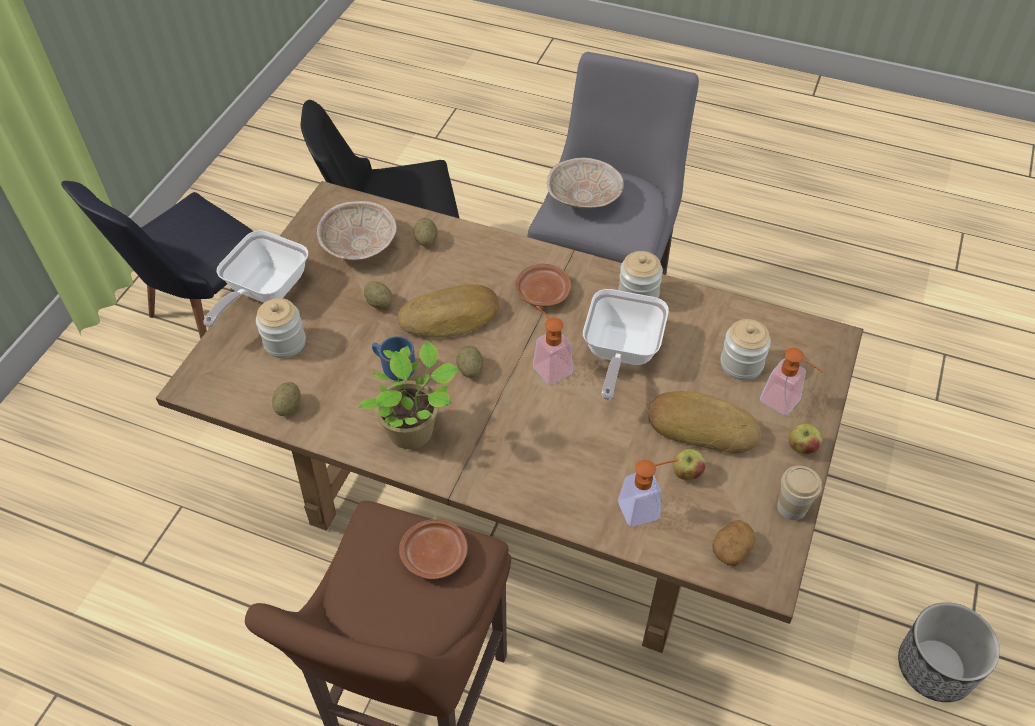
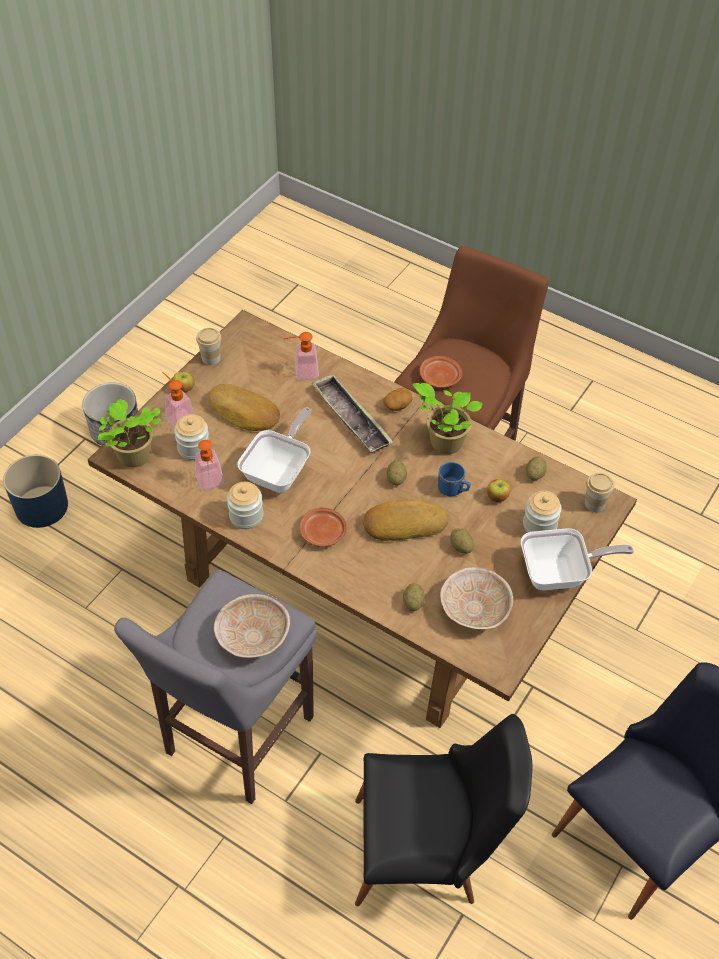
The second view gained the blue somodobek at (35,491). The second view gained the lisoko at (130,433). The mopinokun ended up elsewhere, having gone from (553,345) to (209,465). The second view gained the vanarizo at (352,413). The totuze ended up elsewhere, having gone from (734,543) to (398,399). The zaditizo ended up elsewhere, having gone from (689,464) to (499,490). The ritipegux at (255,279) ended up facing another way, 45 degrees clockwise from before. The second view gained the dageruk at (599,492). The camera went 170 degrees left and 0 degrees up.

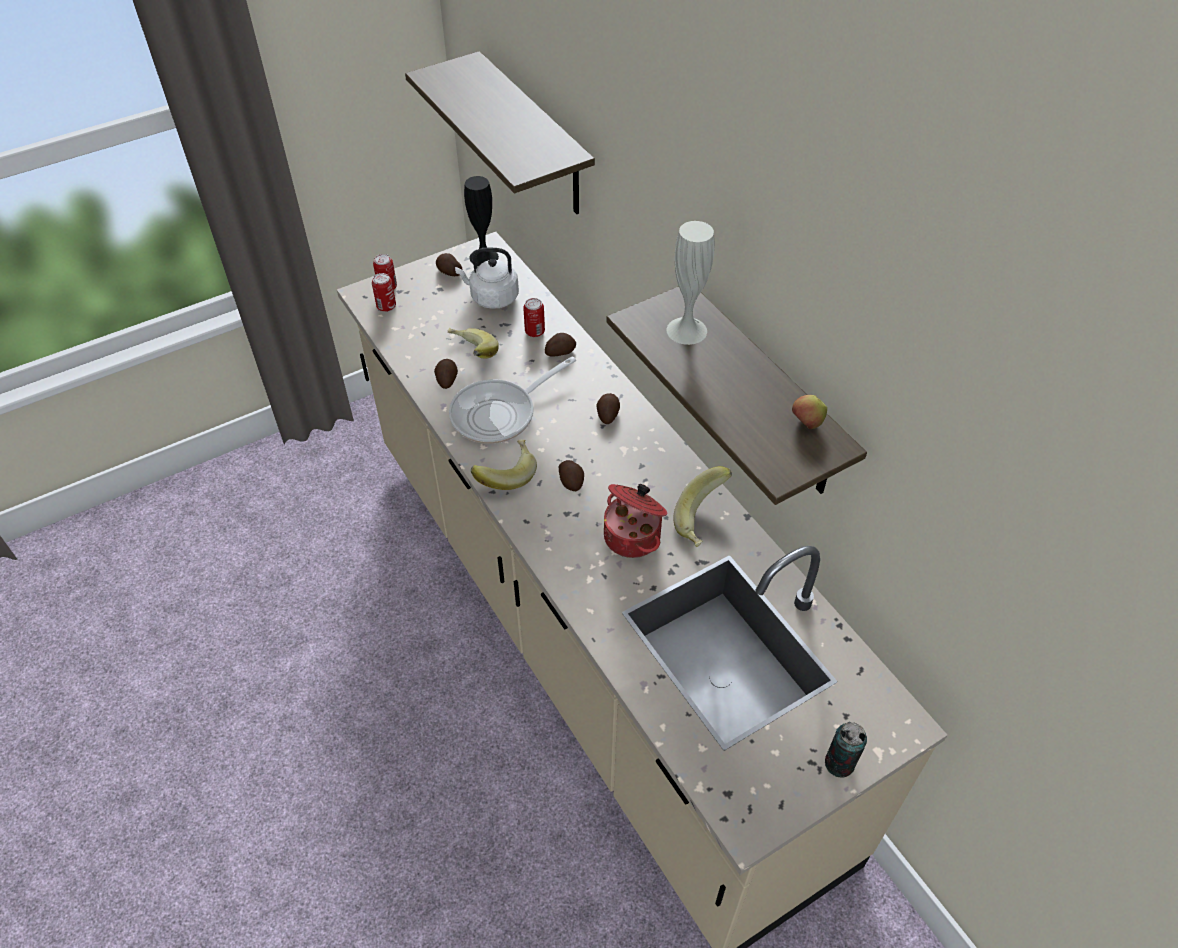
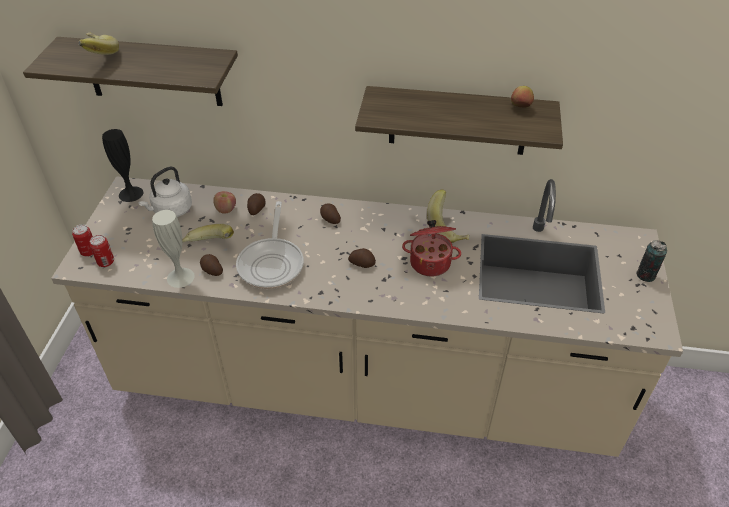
The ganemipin ended up elsewhere, having gone from (504,464) to (98,43). The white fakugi ended up elsewhere, having gone from (691,283) to (173,249). Where the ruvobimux stood at (534,317), the zaditizo came to stand at (224,202). The second view lost the totuze at (449,264). The camera went 50 degrees left and 5 degrees down.

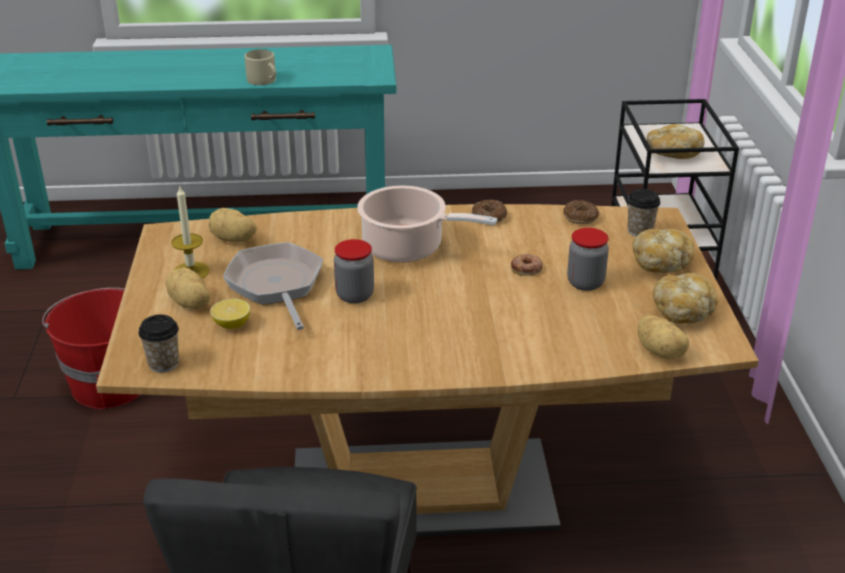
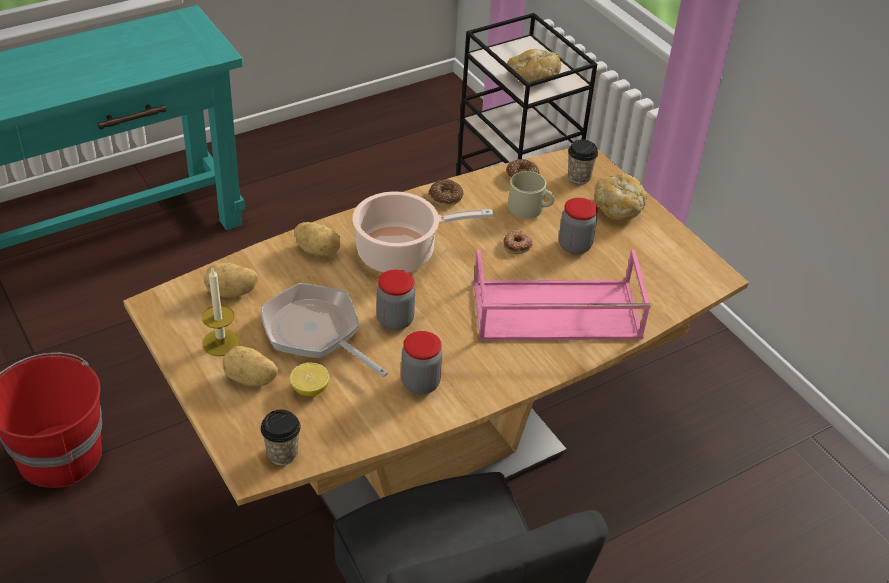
The totuze ended up elsewhere, having gone from (663,337) to (317,239). The second view gained the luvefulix at (421,363). The second view gained the pink vanarizo at (562,295). The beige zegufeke ended up elsewhere, having gone from (260,67) to (531,195). The second view lost the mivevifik at (685,298). The camera went 30 degrees left and 10 degrees up.

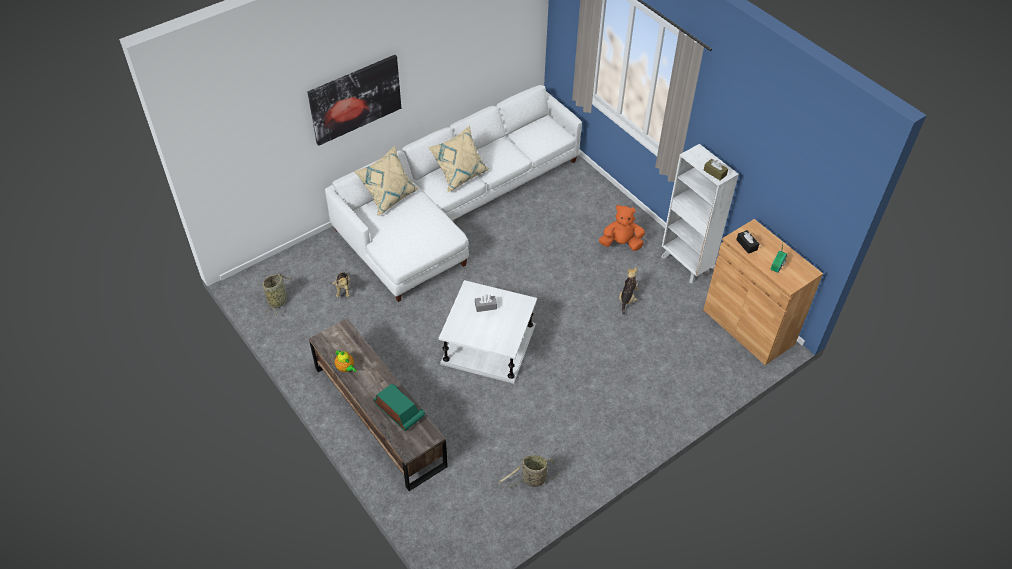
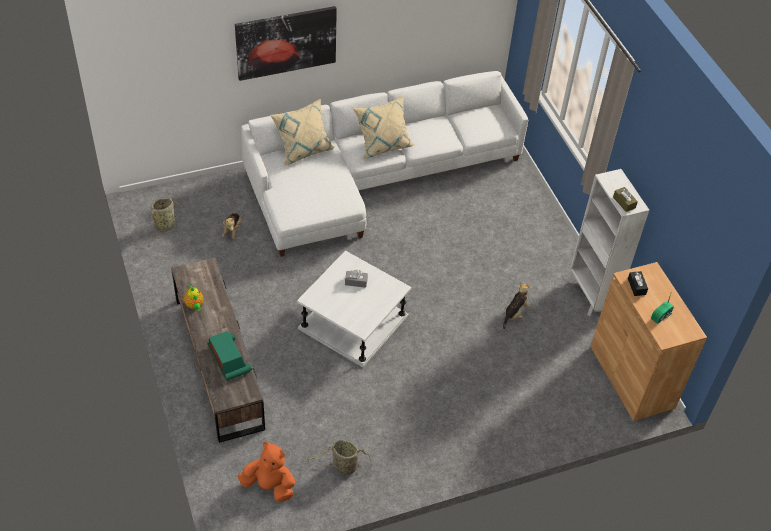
The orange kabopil ended up elsewhere, having gone from (622,228) to (266,472). The camera went 15 degrees right and 0 degrees up.

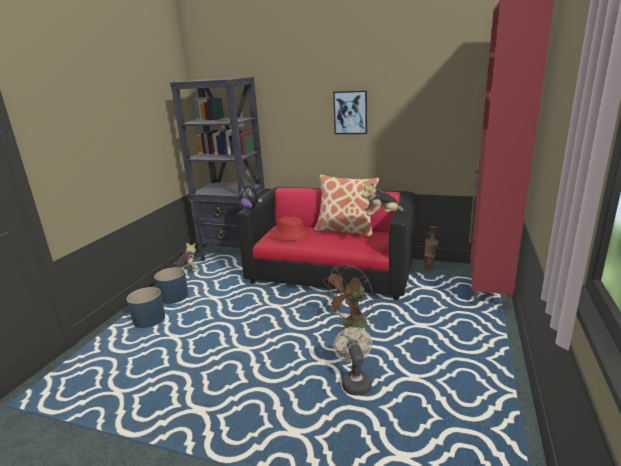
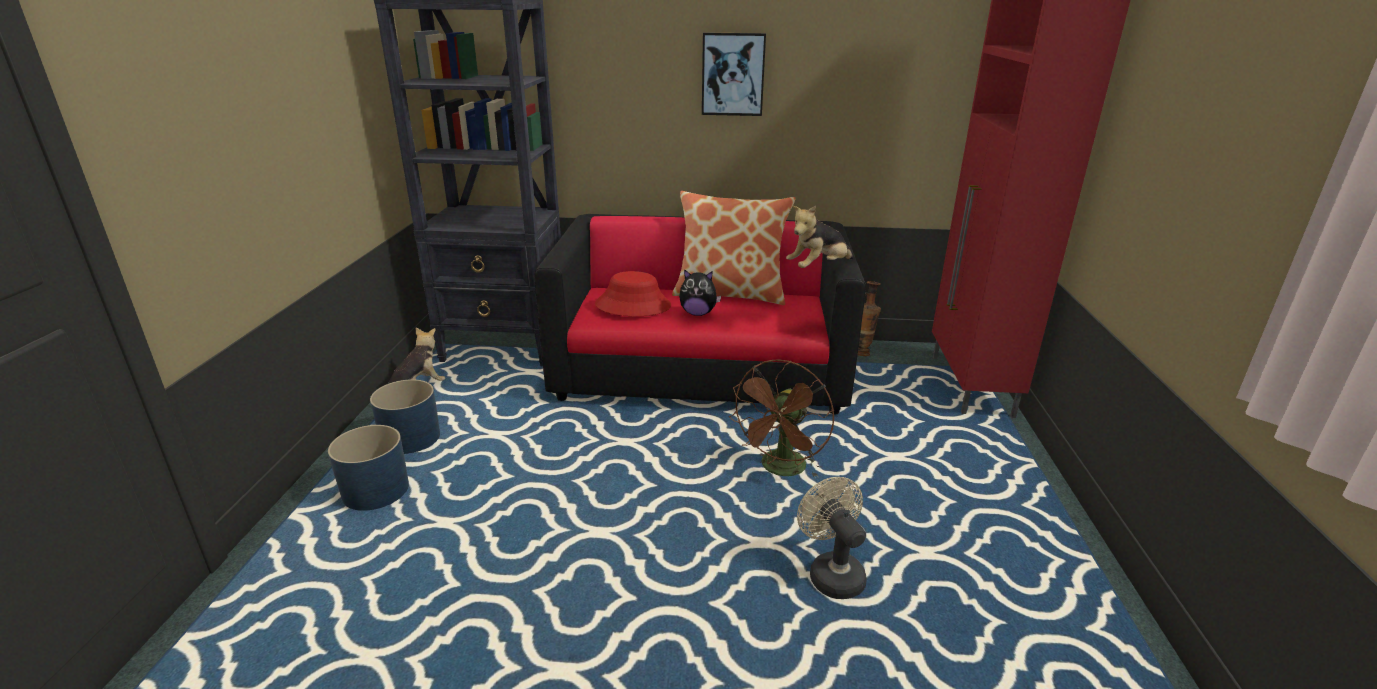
The kabopil ended up elsewhere, having gone from (250,196) to (700,292). The camera went 15 degrees left and 5 degrees up.

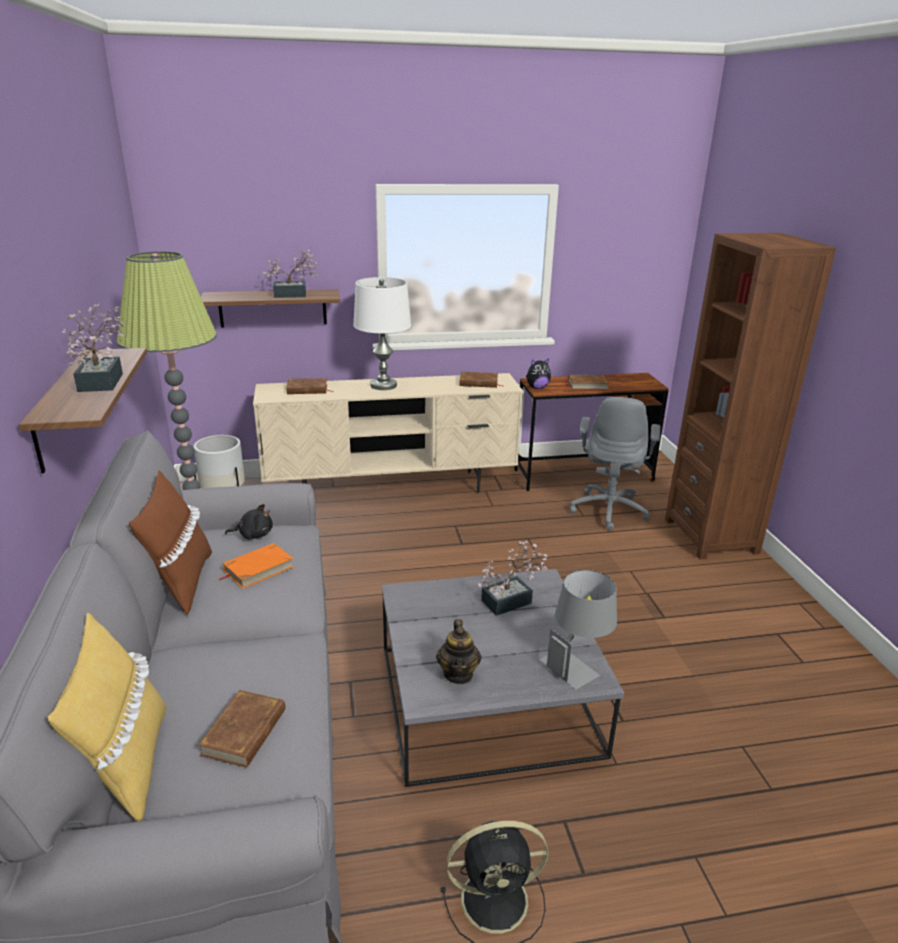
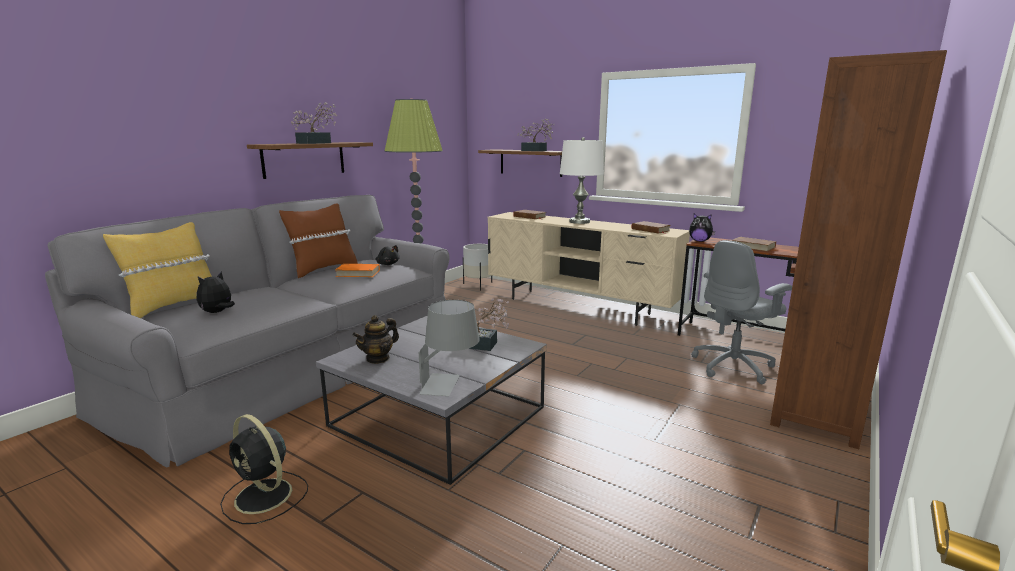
Where the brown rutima stood at (241,729), the kabopil came to stand at (216,292). The camera went 45 degrees right and 10 degrees down.

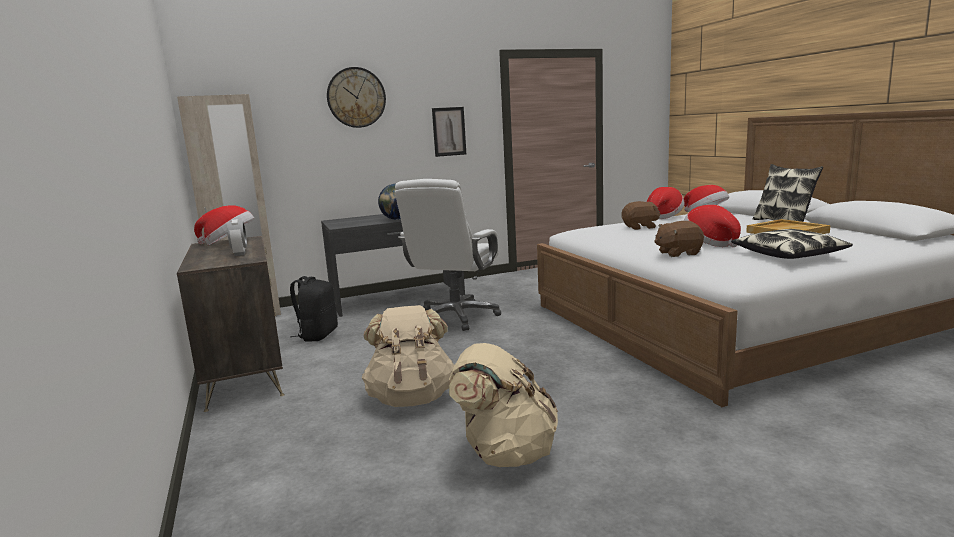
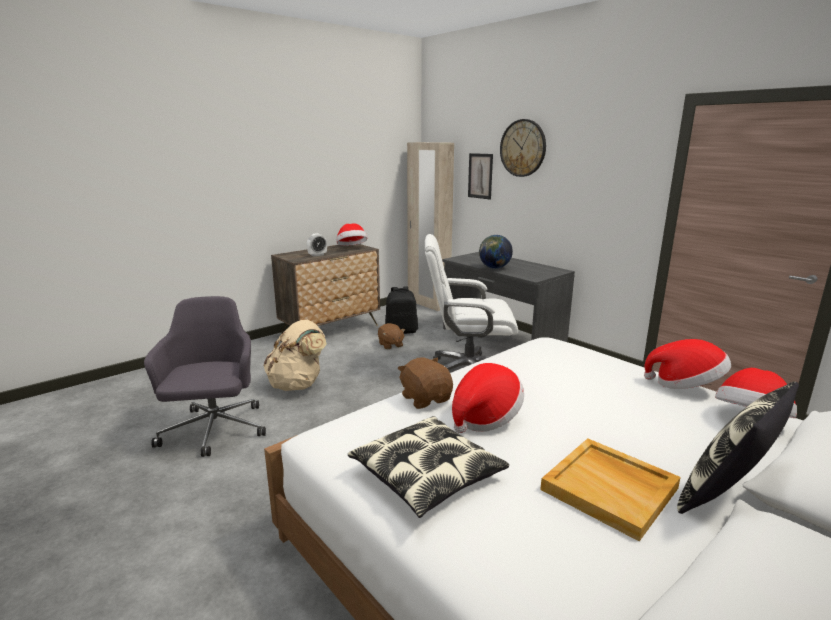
Where the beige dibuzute stood at (503,405), the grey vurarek came to stand at (205,376). The brown kabopil ended up elsewhere, having gone from (641,215) to (391,336). The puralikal ended up elsewhere, having gone from (449,132) to (480,176). The camera went 70 degrees right and 5 degrees up.

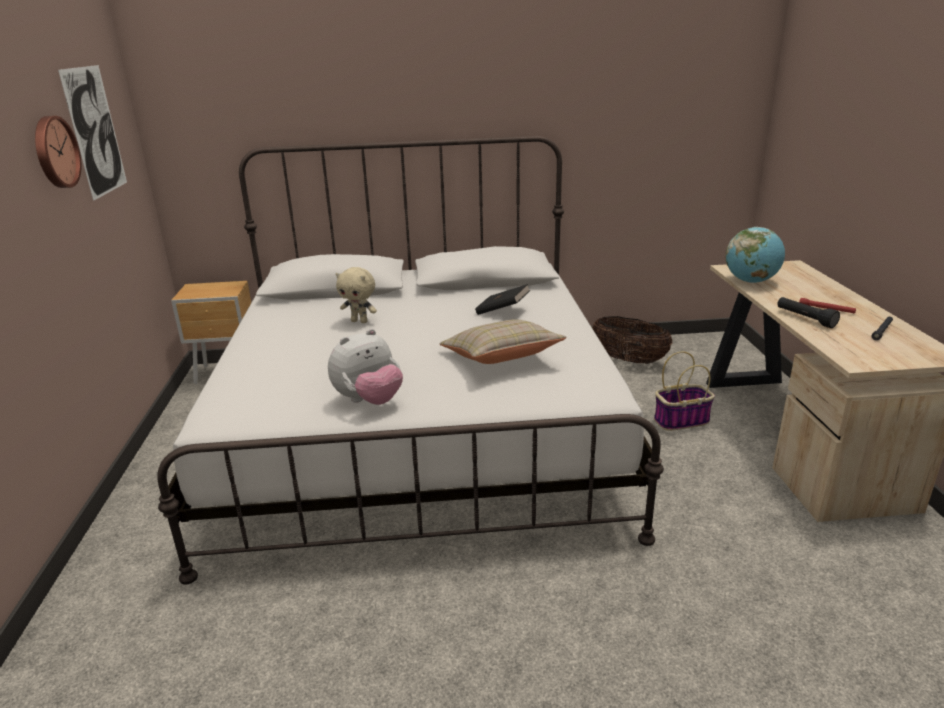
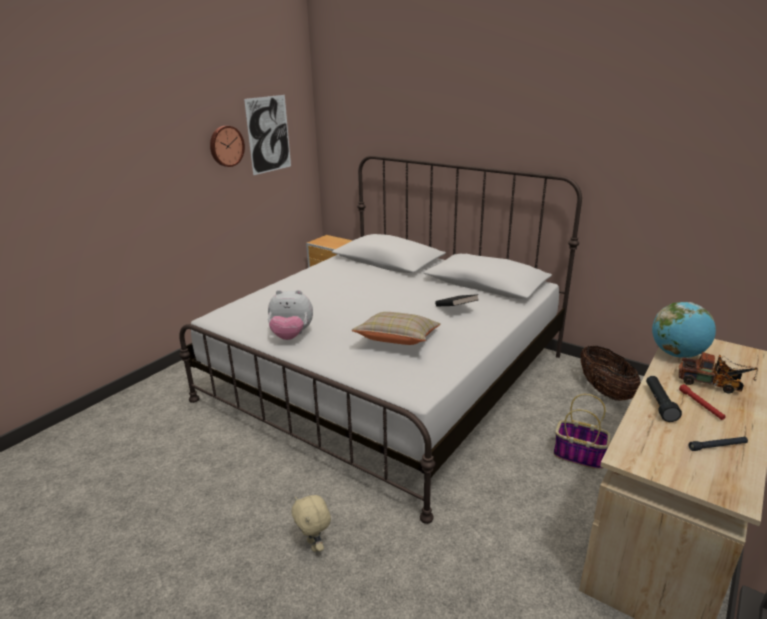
The beige kabopil ended up elsewhere, having gone from (356,295) to (311,523). The second view gained the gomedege at (718,373). The camera went 40 degrees right and 0 degrees up.

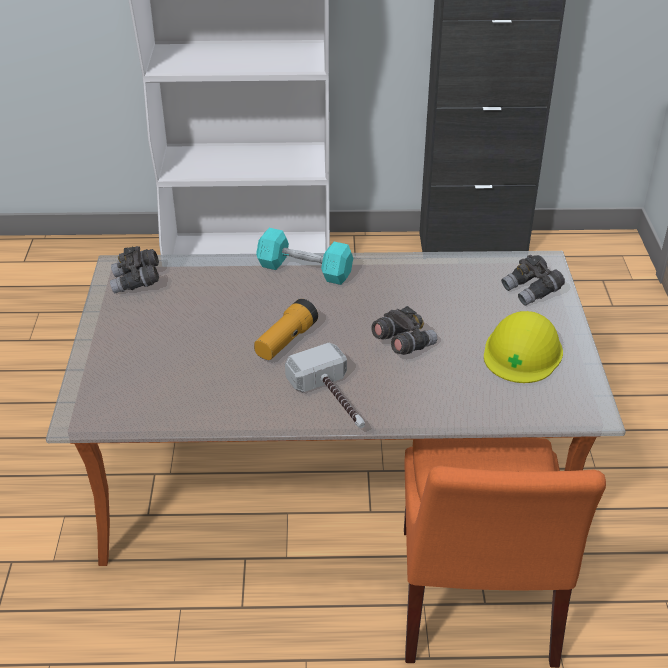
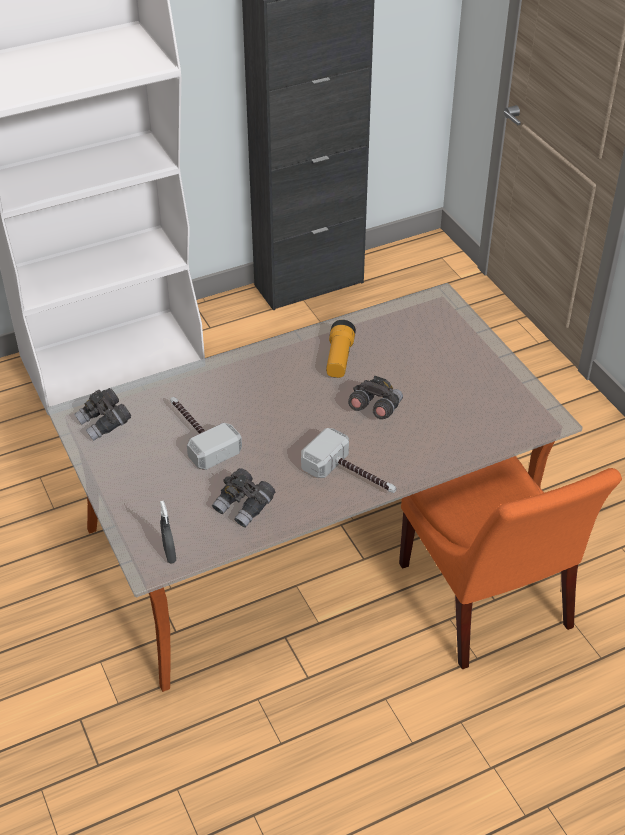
The second view gained the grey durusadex at (168,532). The second view gained the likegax at (206,433). The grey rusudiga ended up elsewhere, having gone from (533,280) to (243,498). The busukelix ended up elsewhere, having gone from (286,329) to (341,349). The second view lost the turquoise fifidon at (304,256). The second view lost the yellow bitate at (523,347). The camera went 25 degrees left and 5 degrees up.

